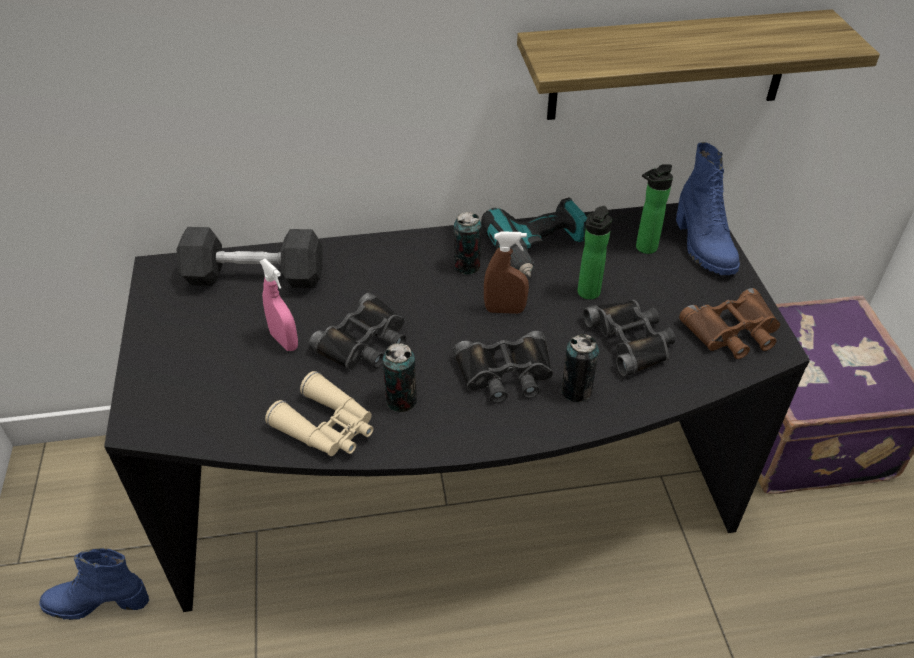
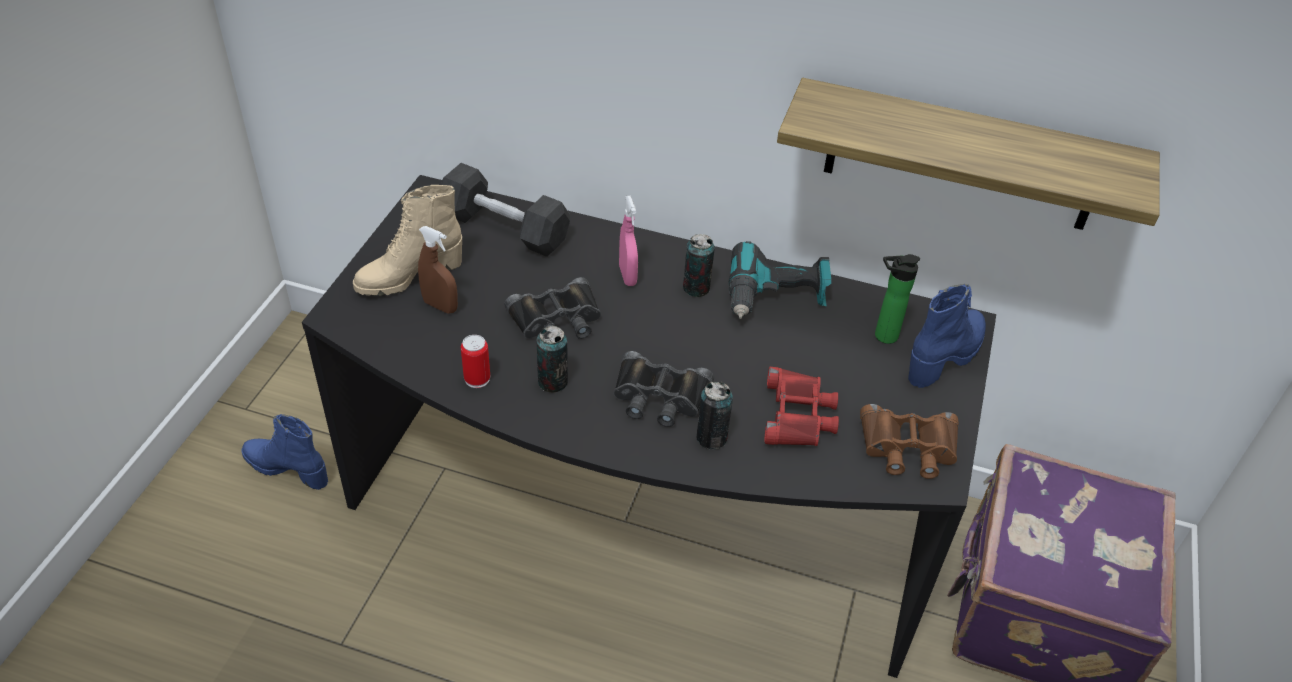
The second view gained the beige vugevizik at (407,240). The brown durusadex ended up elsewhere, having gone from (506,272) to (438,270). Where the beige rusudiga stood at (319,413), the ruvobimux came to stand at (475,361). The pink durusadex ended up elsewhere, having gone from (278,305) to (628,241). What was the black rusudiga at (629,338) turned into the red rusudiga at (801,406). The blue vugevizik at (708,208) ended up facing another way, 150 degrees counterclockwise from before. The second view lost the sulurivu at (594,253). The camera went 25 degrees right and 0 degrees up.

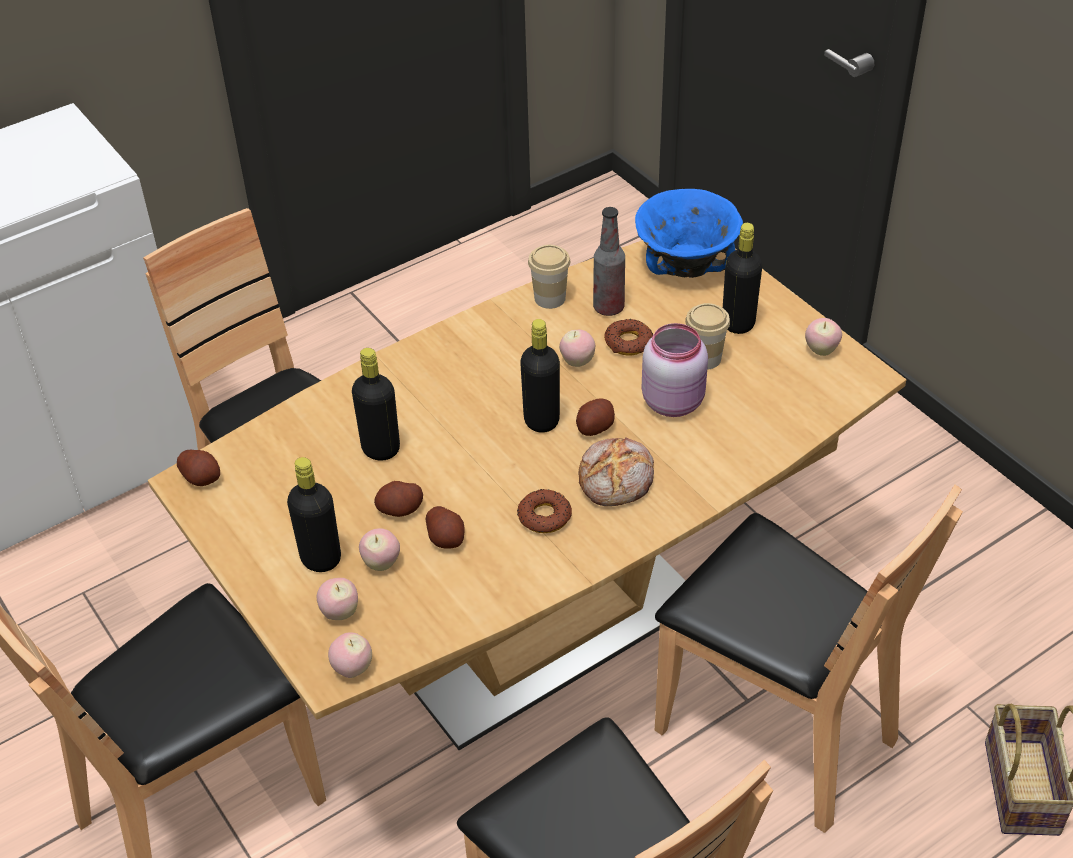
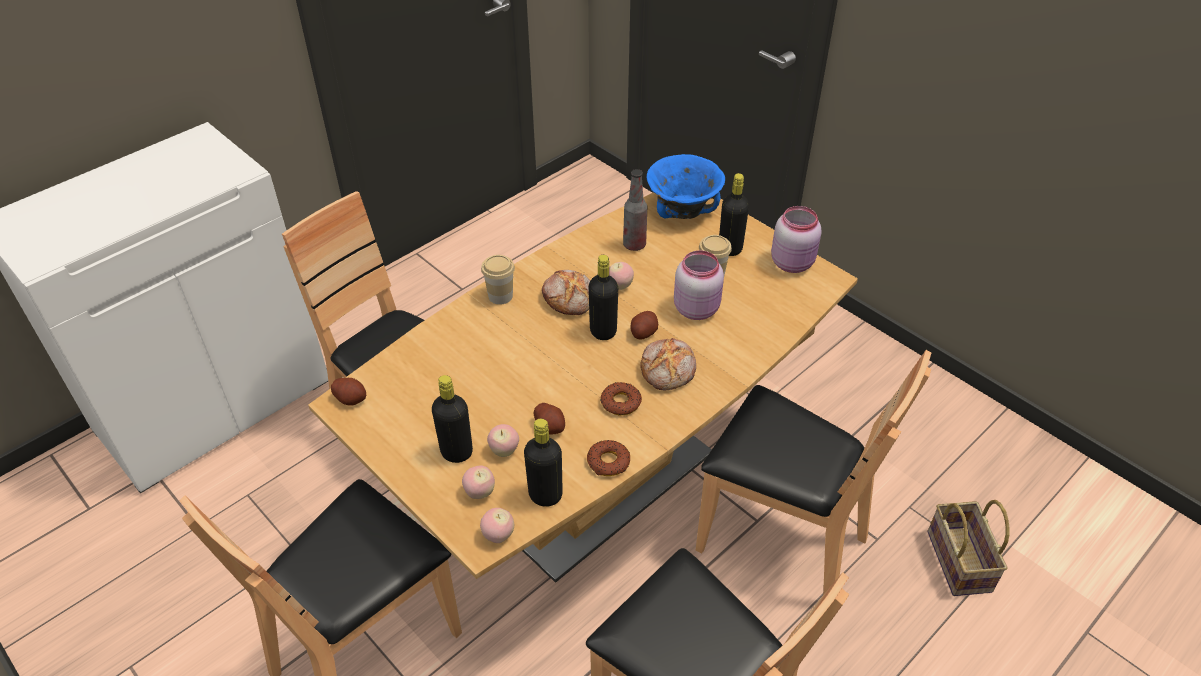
The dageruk ended up elsewhere, having gone from (549,277) to (498,280). The black sulurivu ended up elsewhere, having gone from (376,404) to (543,462). The second view gained the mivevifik at (566,292). The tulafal ended up elsewhere, having gone from (628,337) to (608,458). Where the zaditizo stood at (823,337), the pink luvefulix came to stand at (796,239). The second view lost the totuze at (398,499). The camera went 10 degrees left and 0 degrees up.

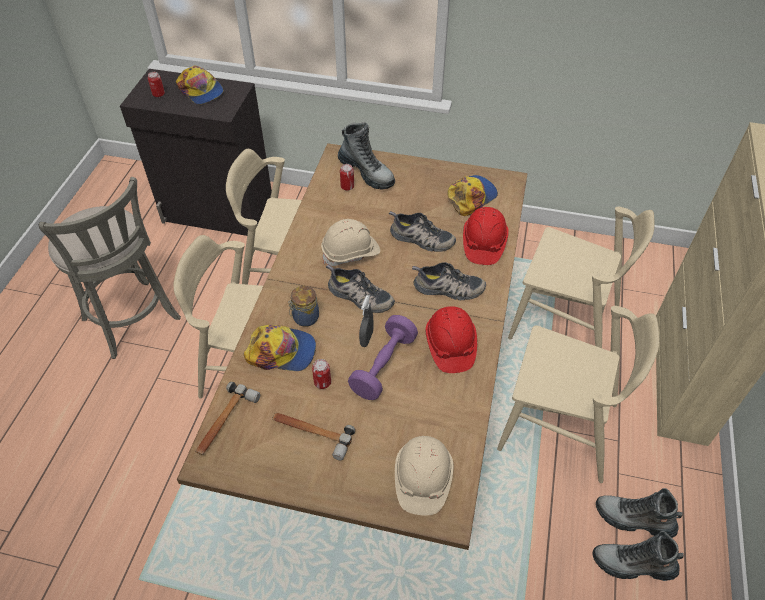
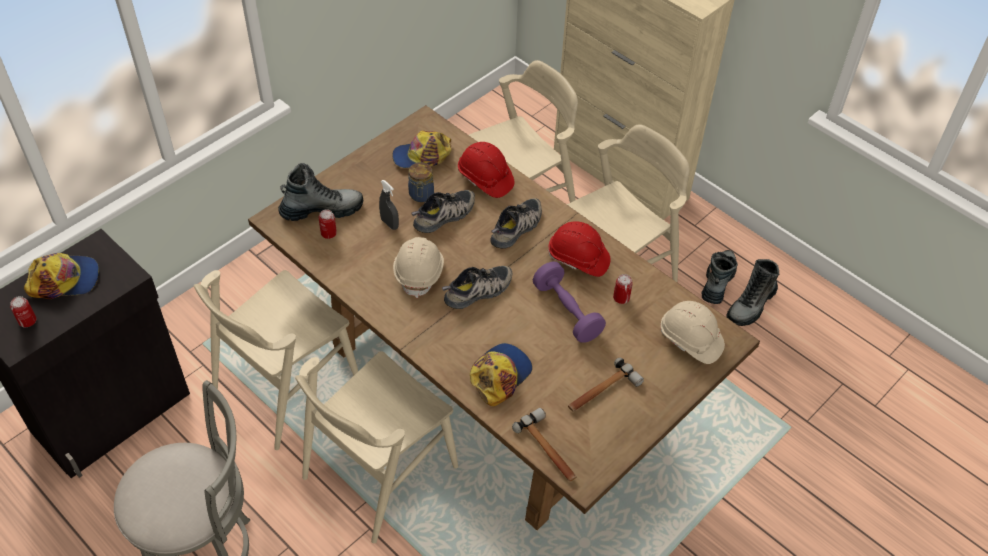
The grey durusadex ended up elsewhere, having gone from (366,321) to (389,205). The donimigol at (473,195) ended up facing another way, 90 degrees counterclockwise from before. The luvefulix ended up elsewhere, having gone from (303,306) to (421,182). The ruvobimux ended up elsewhere, having gone from (321,374) to (623,289). The vugevizik at (639,513) ended up facing another way, 150 degrees clockwise from before. The camera went 60 degrees left and 0 degrees up.

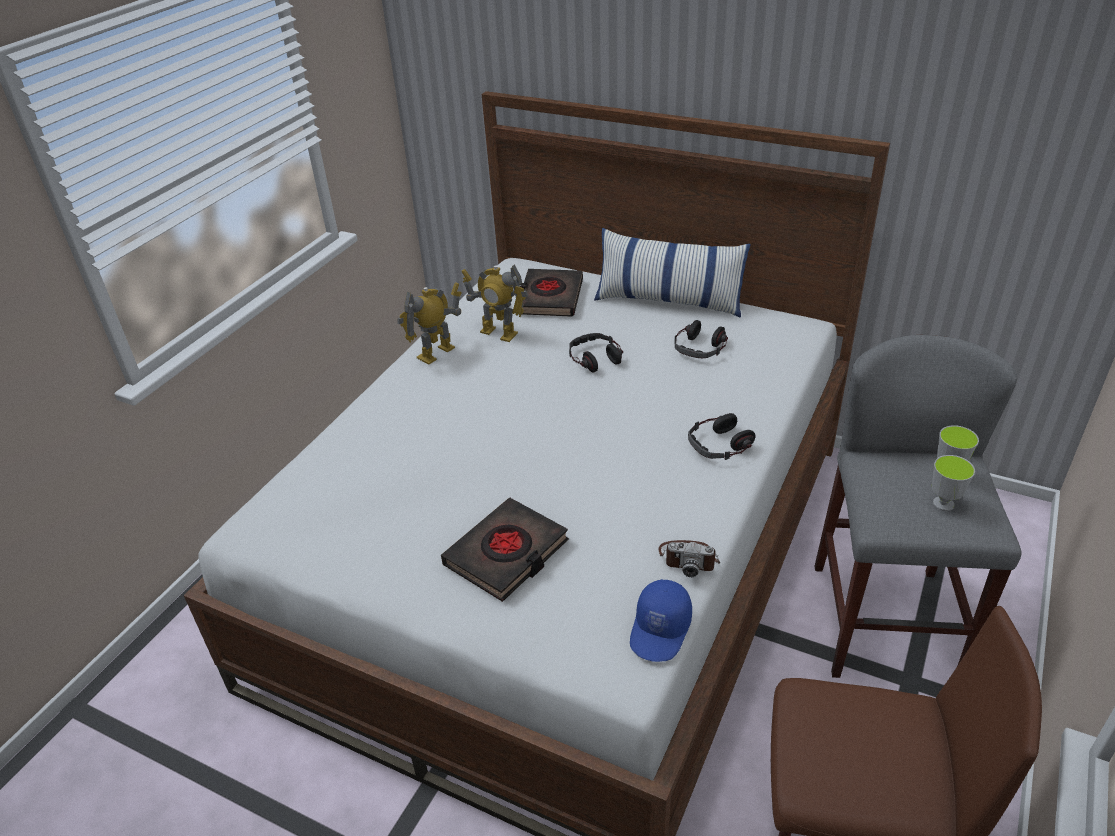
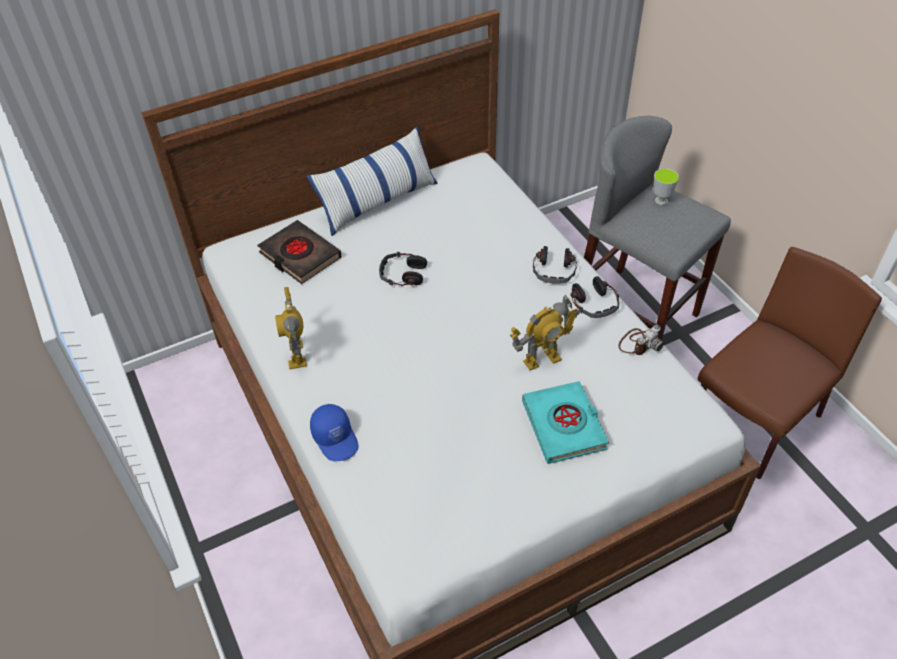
The blue donimigol ended up elsewhere, having gone from (661,620) to (334,432). The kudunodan ended up elsewhere, having gone from (495,303) to (544,332). What was the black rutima at (505,550) turned into the turquoise rutima at (565,422). The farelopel ended up elsewhere, having gone from (701,339) to (594,297). The second view lost the dageruk at (953,483). The camera went 55 degrees left and 10 degrees up.

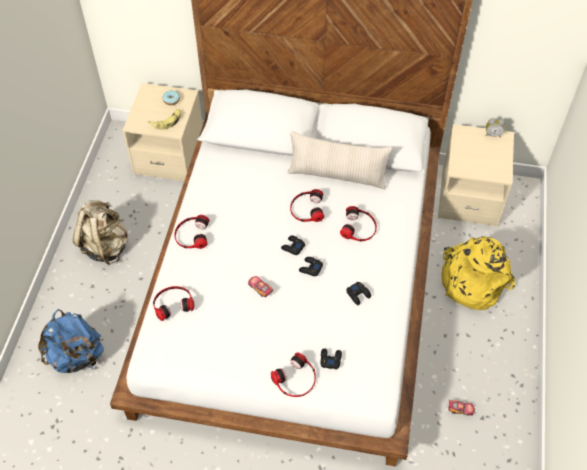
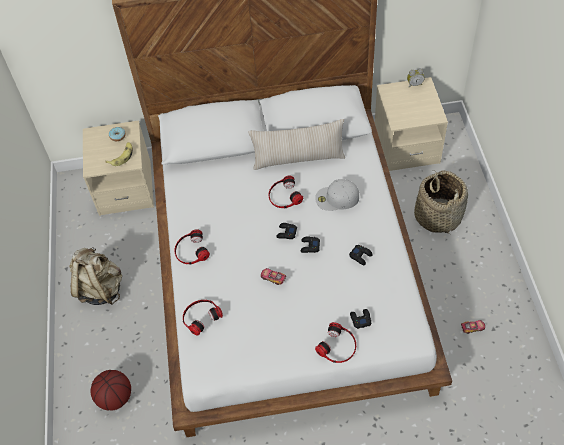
Where the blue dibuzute stood at (71,341), the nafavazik came to stand at (111,390). Where the farelopel stood at (358,223), the white donimigol came to stand at (337,195). Where the yellow dibuzute stood at (478,273), the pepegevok came to stand at (441,202). The camera went 15 degrees left and 0 degrees up.

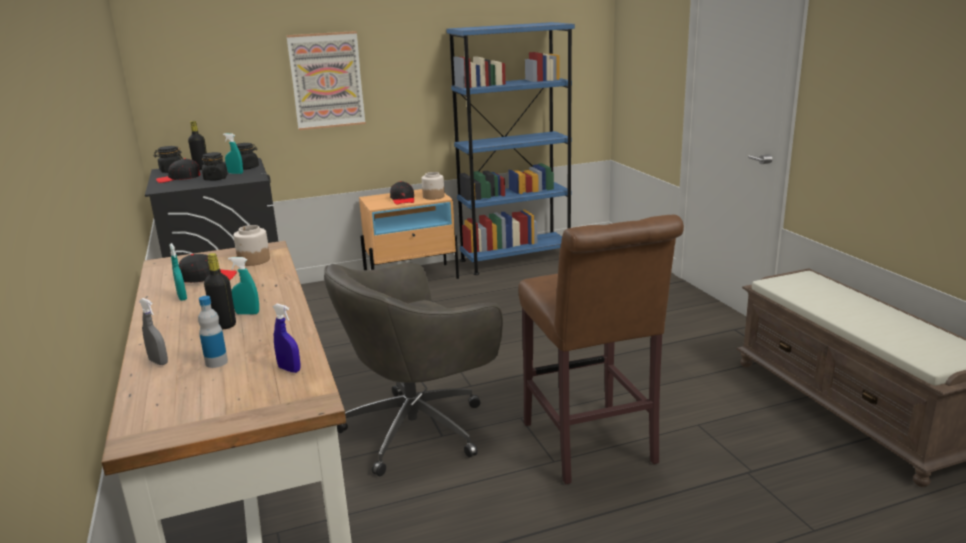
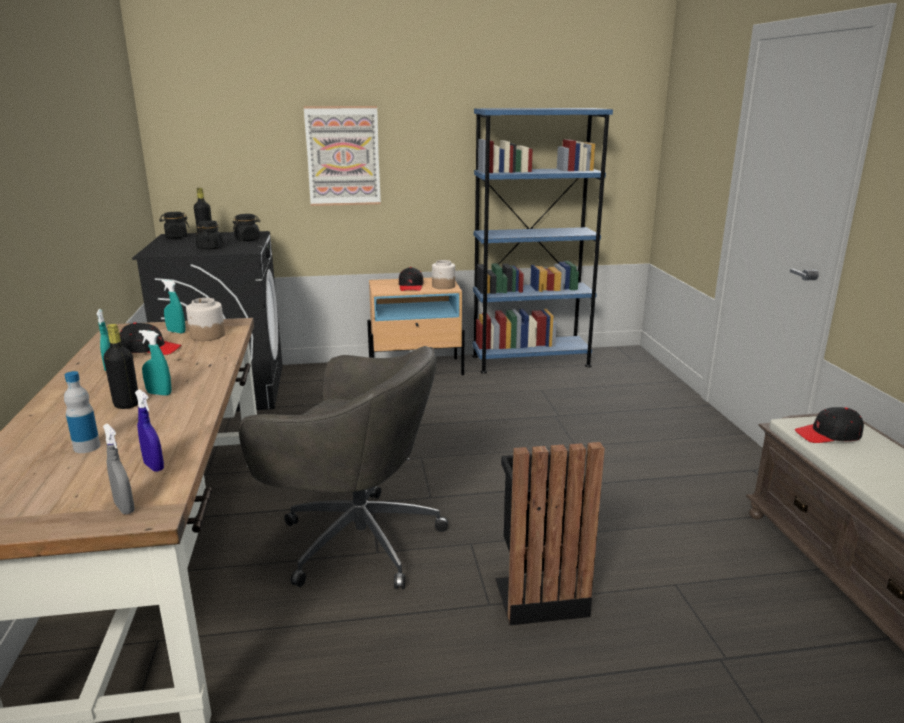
The grey durusadex ended up elsewhere, having gone from (153,331) to (119,469). The turquoise durusadex ended up elsewhere, having gone from (233,153) to (173,306). The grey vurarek at (413,369) ended up facing another way, 135 degrees counterclockwise from before. Where the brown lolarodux stood at (601,349), the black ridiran came to stand at (550,533). The black donimigol ended up elsewhere, having gone from (178,170) to (829,425). The camera went 10 degrees right and 0 degrees up.

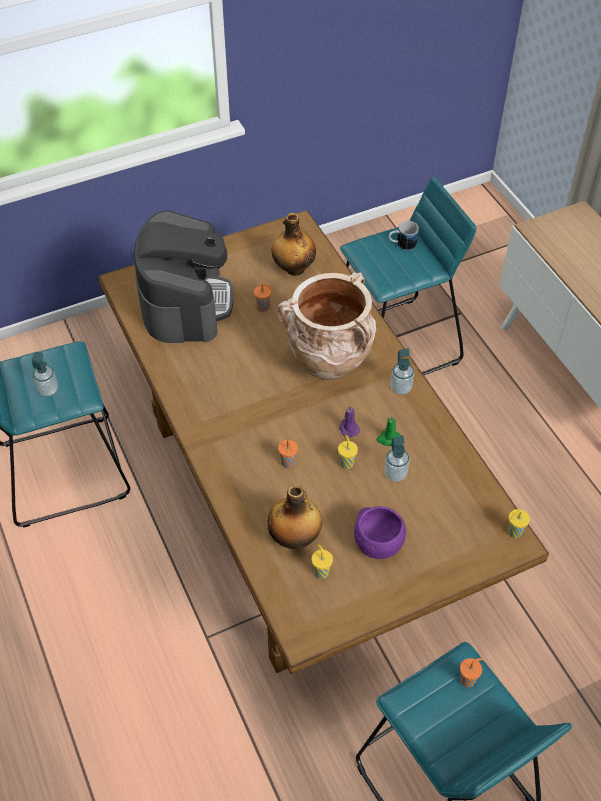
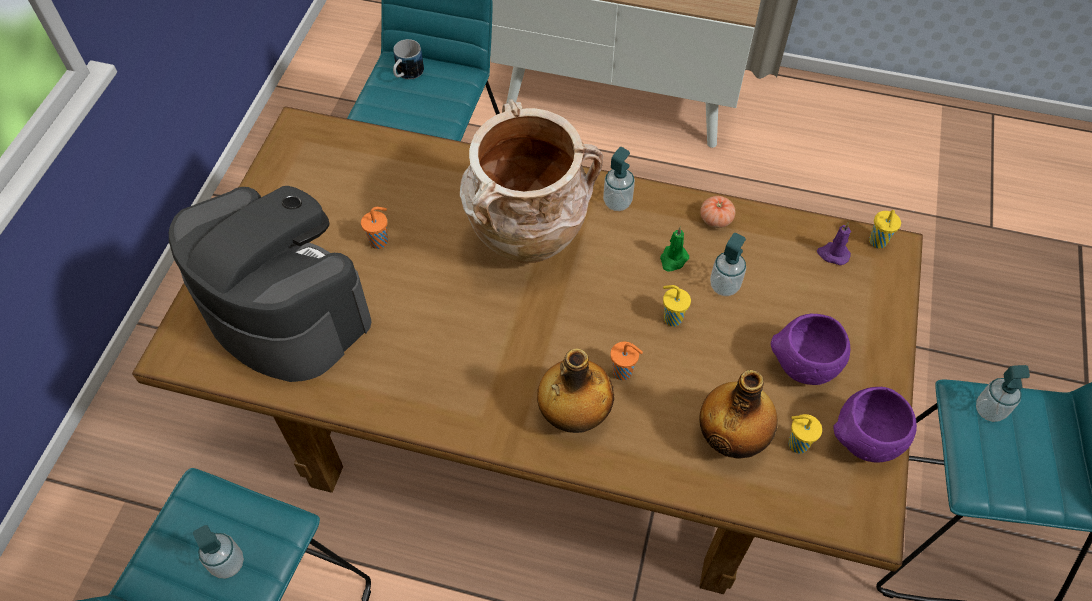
The sulurivu ended up elsewhere, having gone from (294,244) to (575,390). The second view gained the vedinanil at (717,212). The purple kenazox ended up elsewhere, having gone from (349,421) to (834,243). The second view gained the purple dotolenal at (875,425). Where the orange dageruk stood at (471,672), the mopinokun came to stand at (1003,393). The camera went 50 degrees left and 5 degrees up.

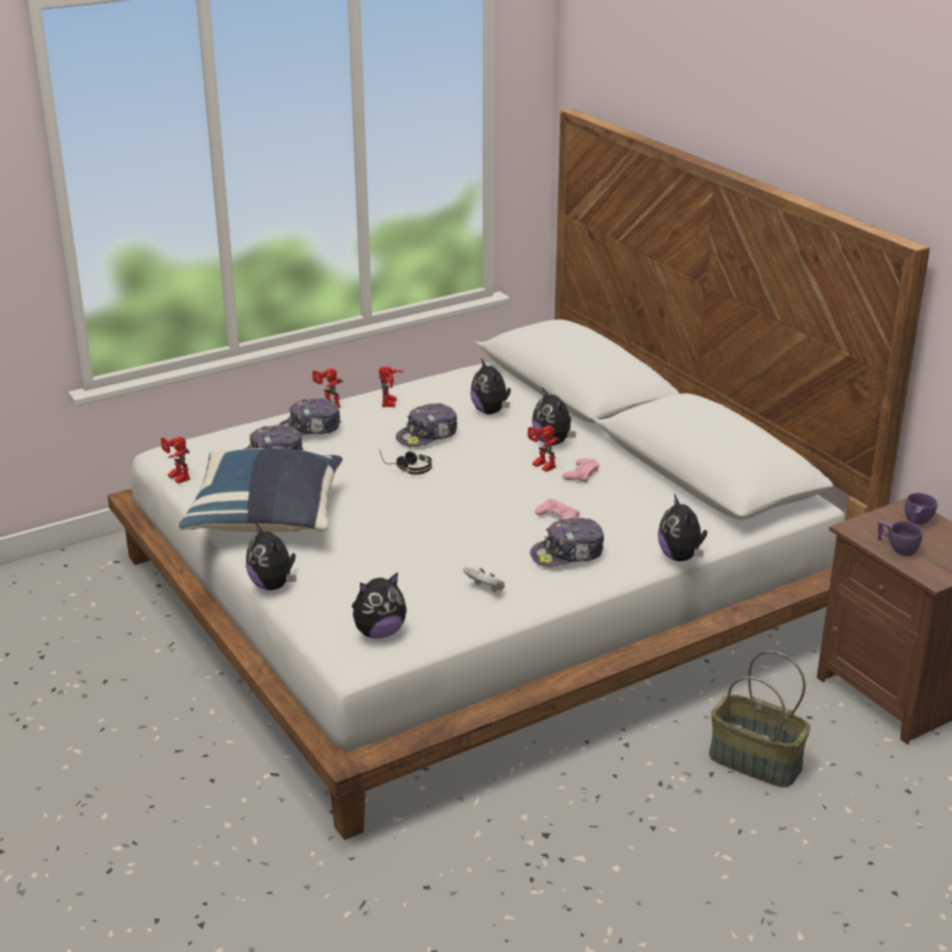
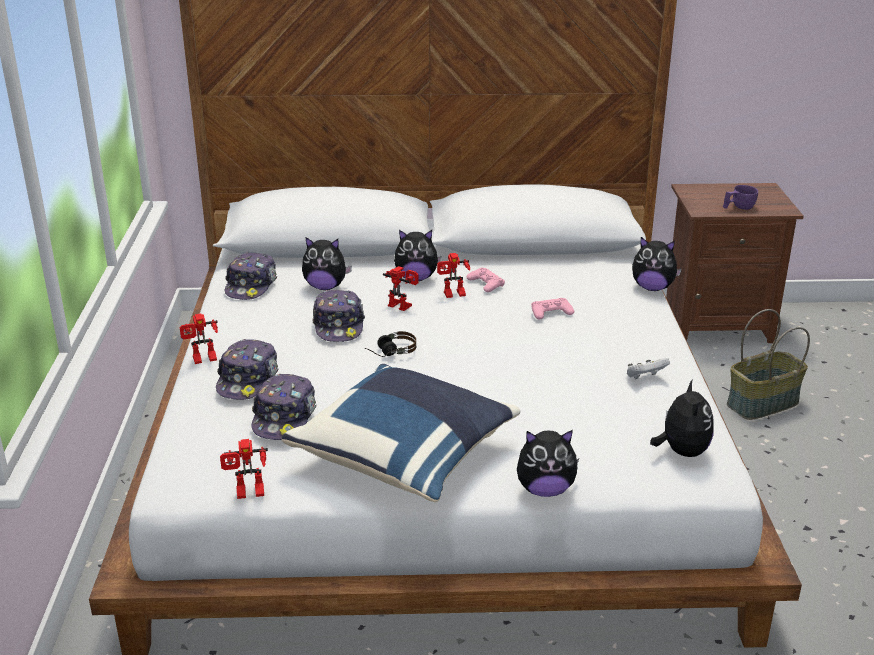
The donimigol ended up elsewhere, having gone from (567,542) to (250,276). The kudunodan ended up elsewhere, having gone from (391,387) to (400,288). The second view lost the purple dageruk at (921,509). The camera went 60 degrees left and 0 degrees up.

